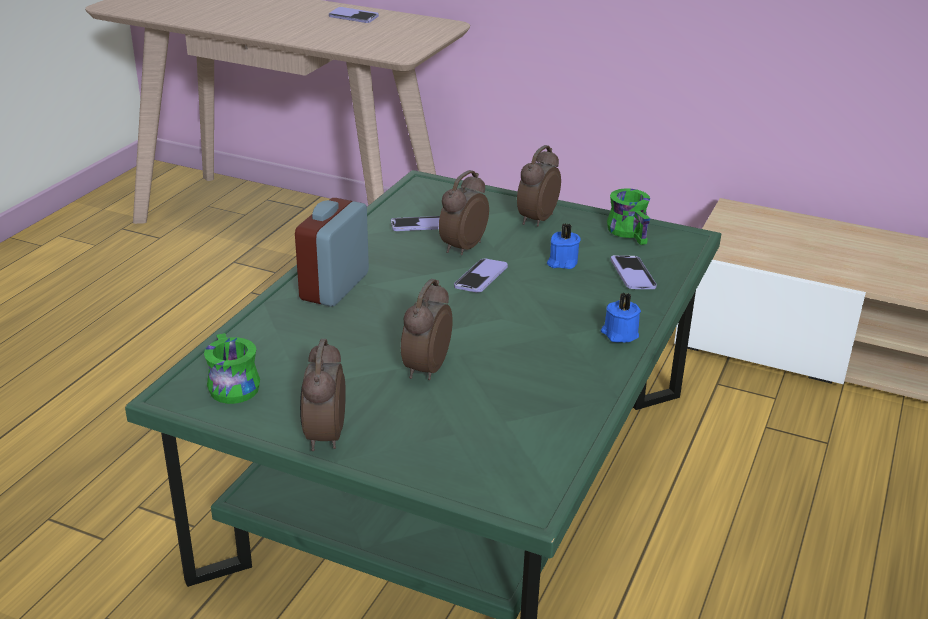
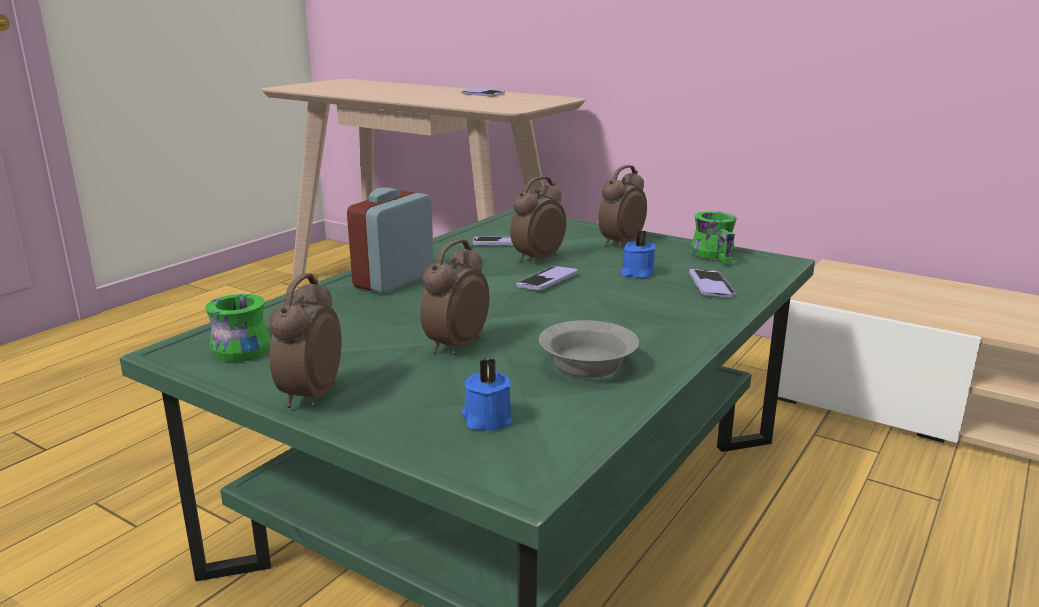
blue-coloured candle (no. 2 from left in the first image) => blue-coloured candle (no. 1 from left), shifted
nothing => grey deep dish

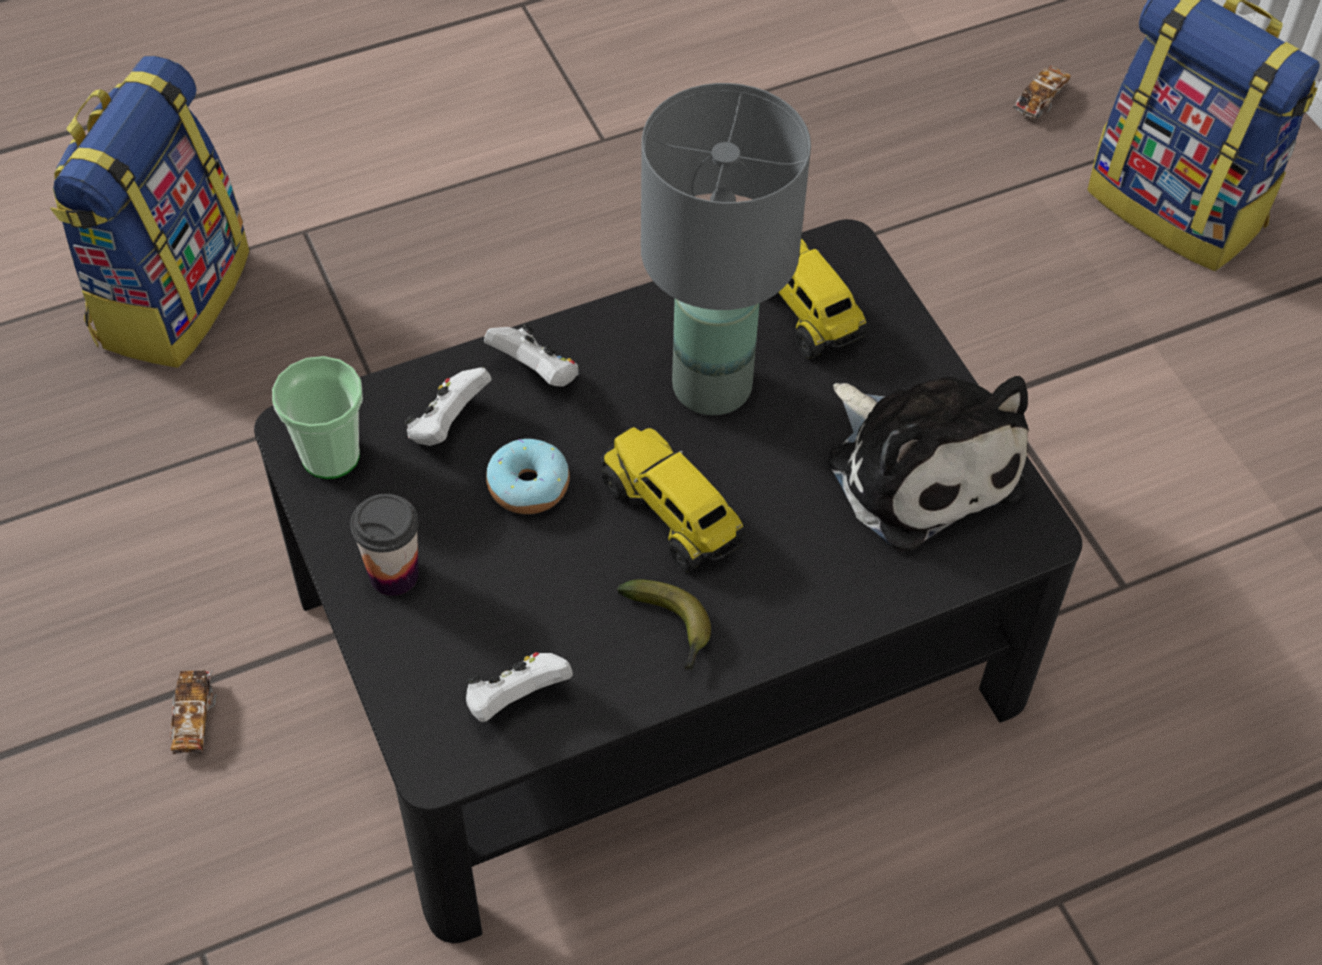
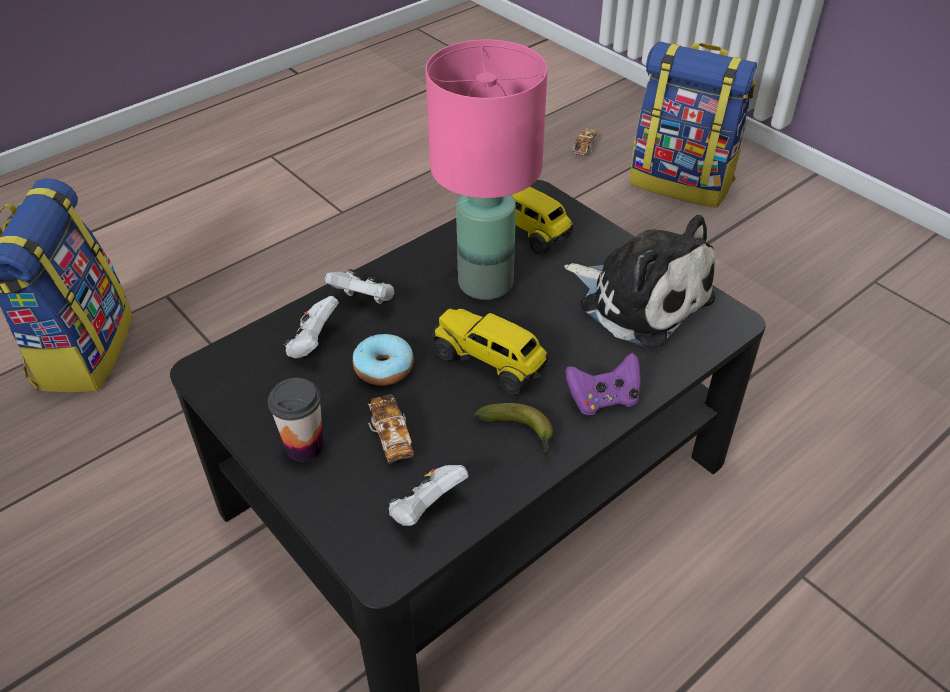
miniature car (no. 1 from left), shifted
grey table lamp => pinkish table lamp
nothing => purple game controller
cup (no. 1 from left) => nothing

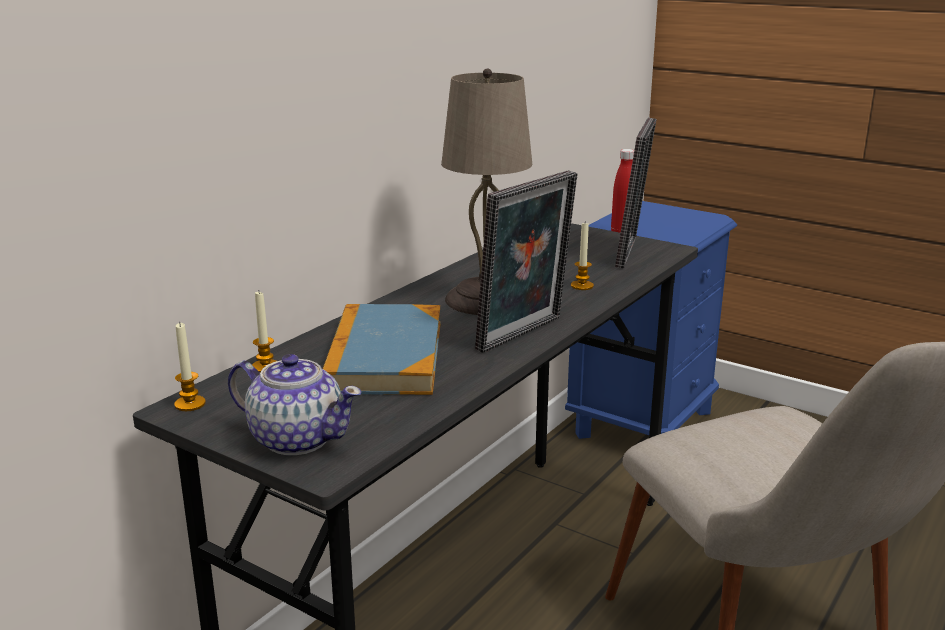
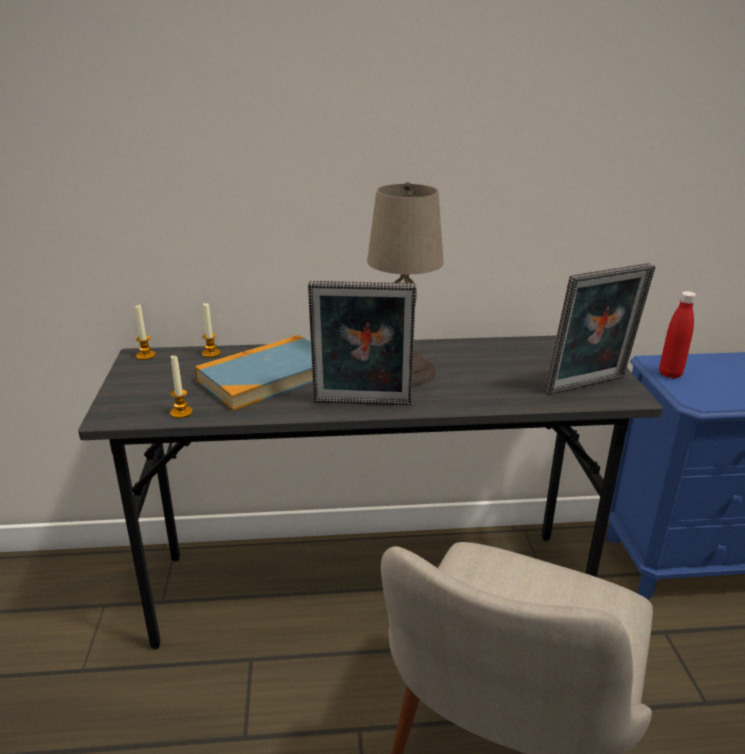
candle (no. 3 from left in the first image) => candle (no. 2 from left), shifted
tea pot => nothing

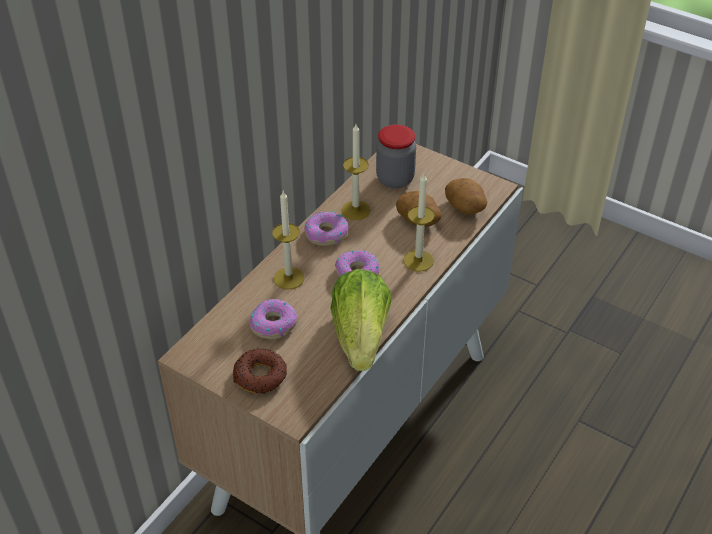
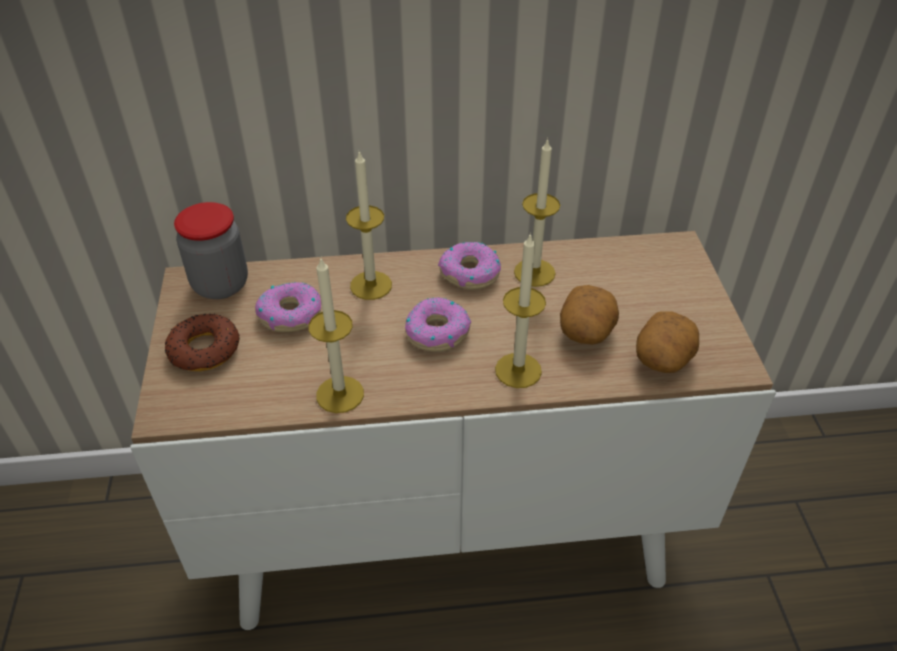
storage jar, shifted
lettuce head => candle (no. 1 from left)

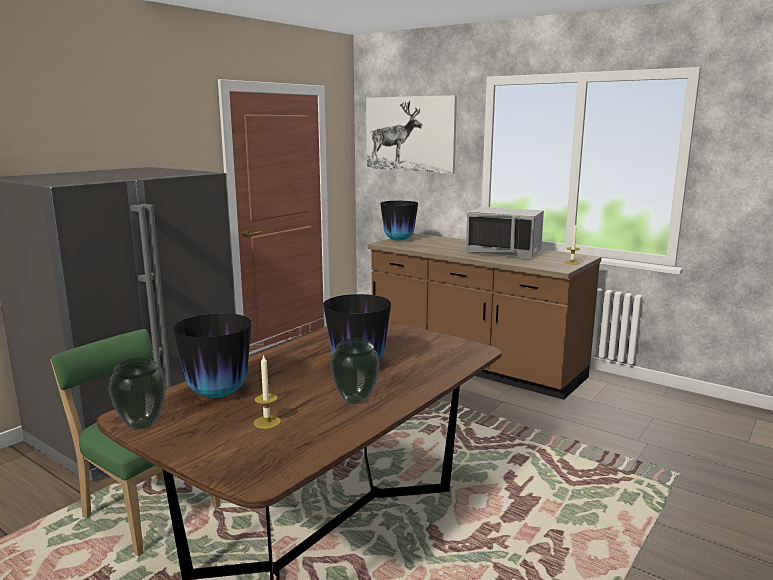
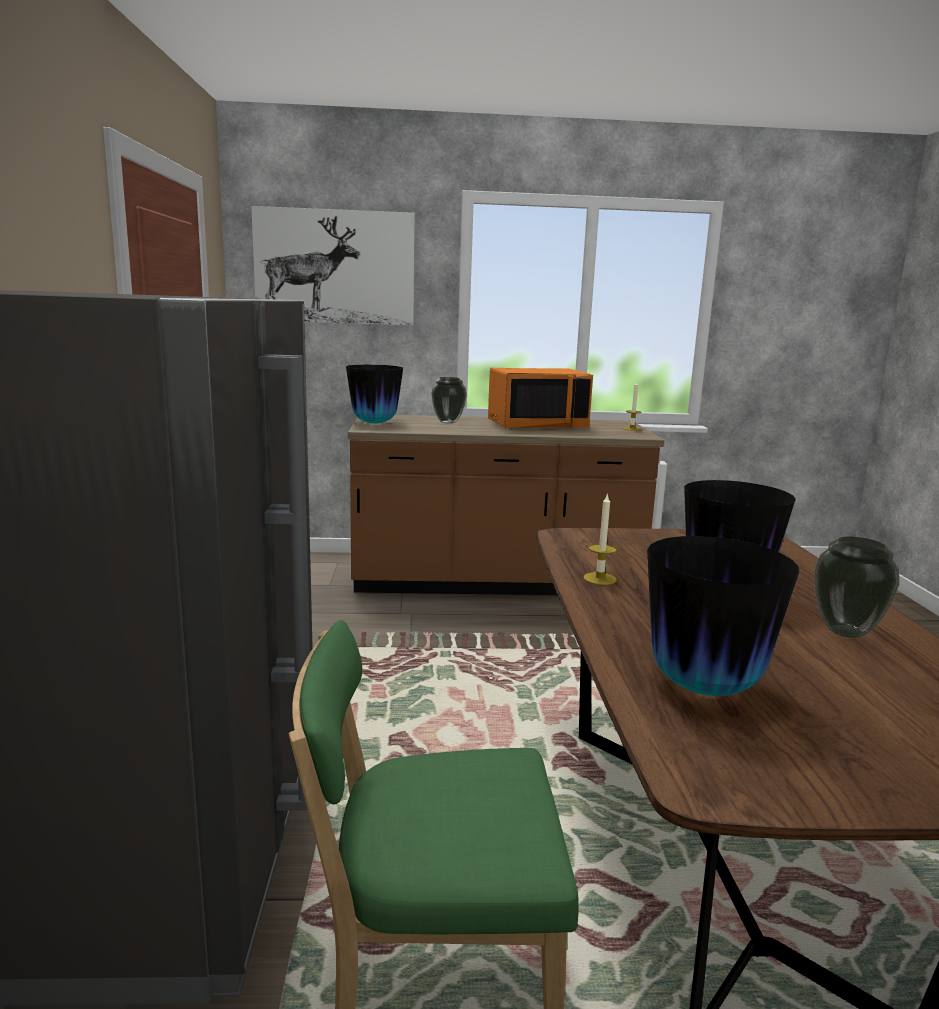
vase (no. 1 from left in the first image) => vase (no. 2 from left), shifted
grey microwave => orange microwave
candle (no. 1 from left), shifted

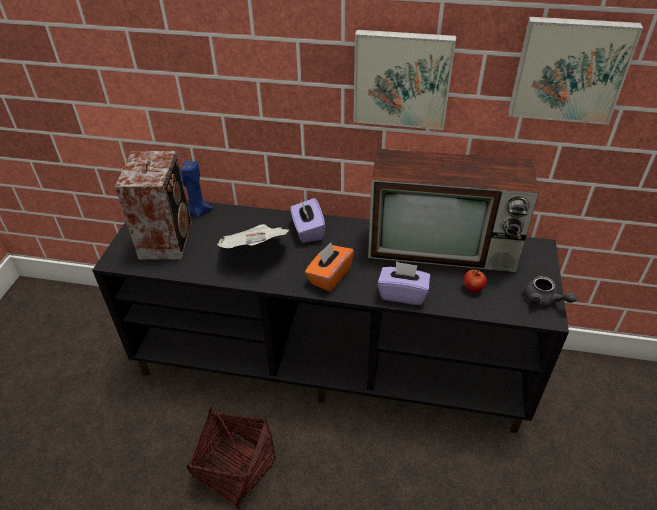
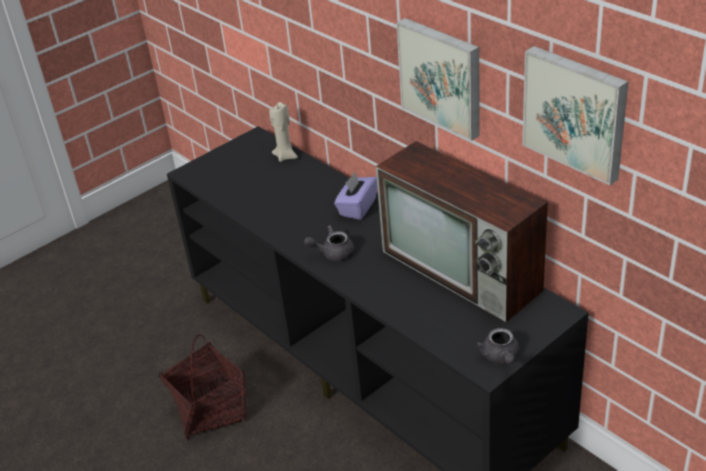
blue-coloured candle => sand-coloured candle
orange tissue holder => grey tea pot (no. 1 from left)
speaker => nothing
newspaper => nothing
purple tissue holder (no. 2 from left) => nothing
apple fruit => nothing

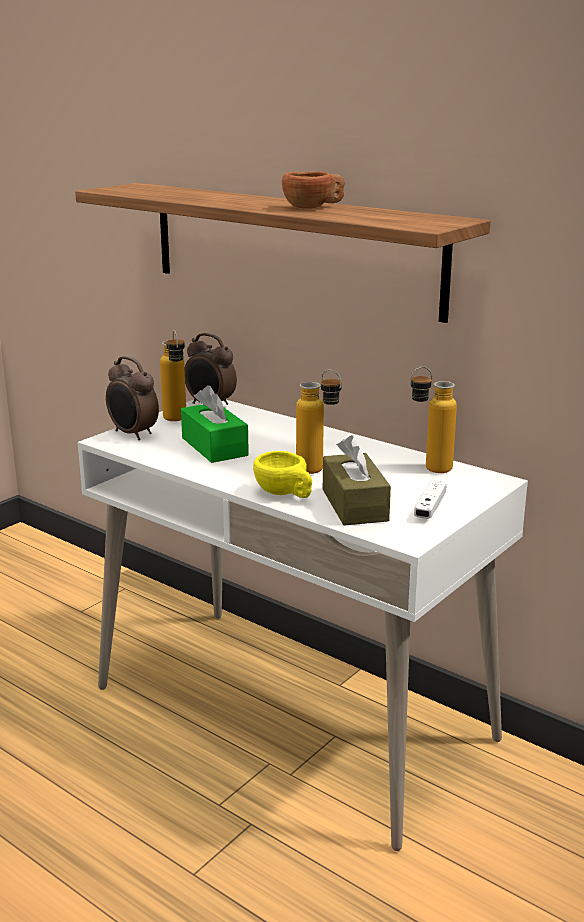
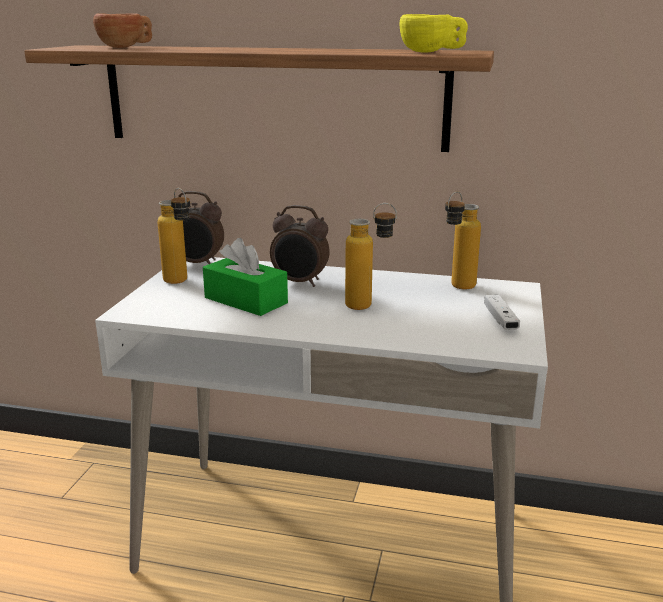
brown cup, shifted
table clock (no. 1 from left in the first image) => table clock (no. 2 from left), shifted
yellow cup, shifted
brown tissue holder => nothing

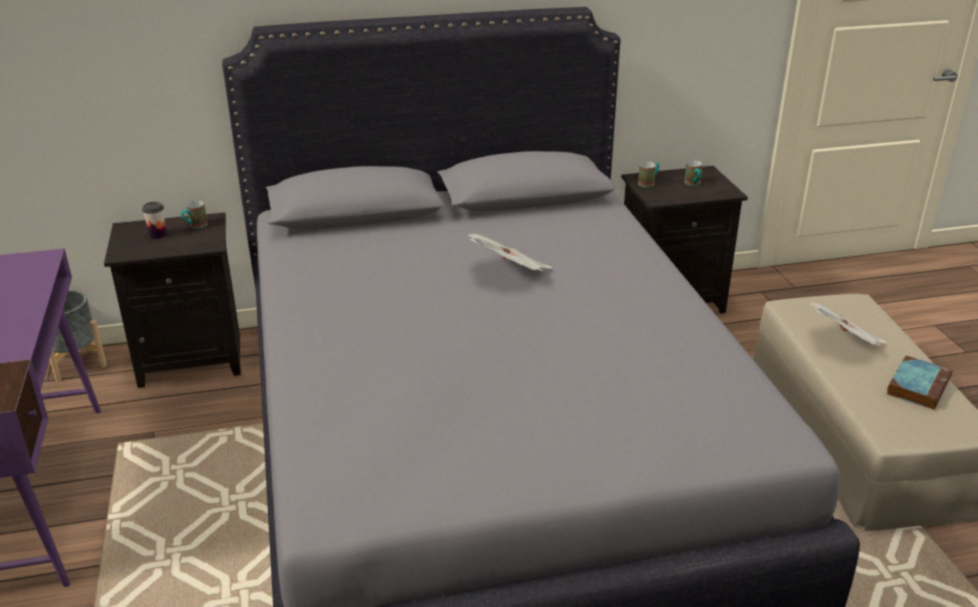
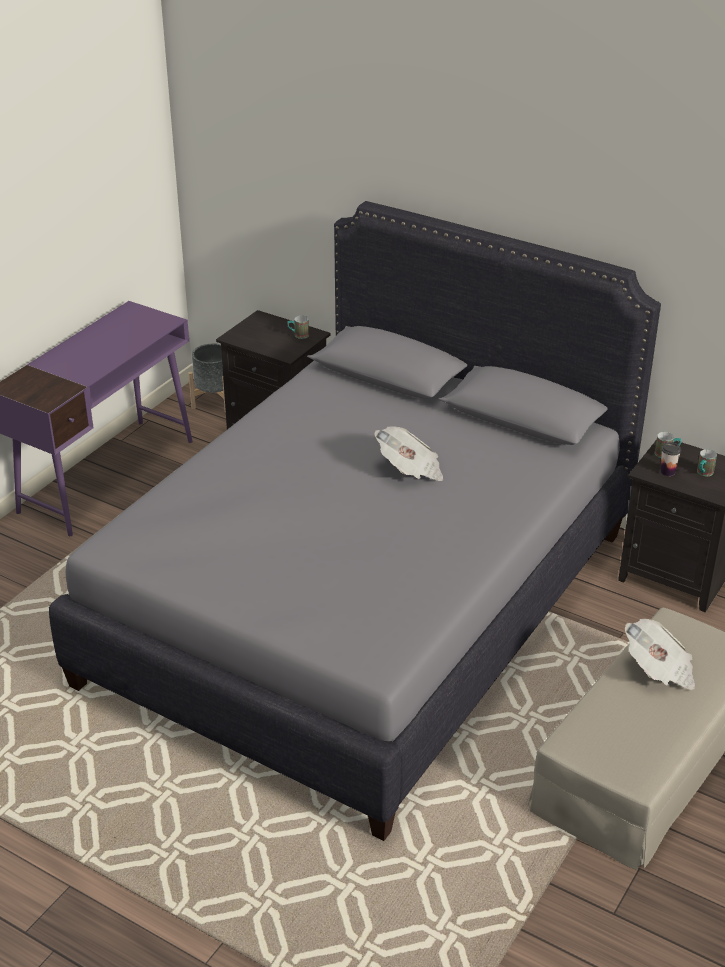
cup, shifted
book => nothing

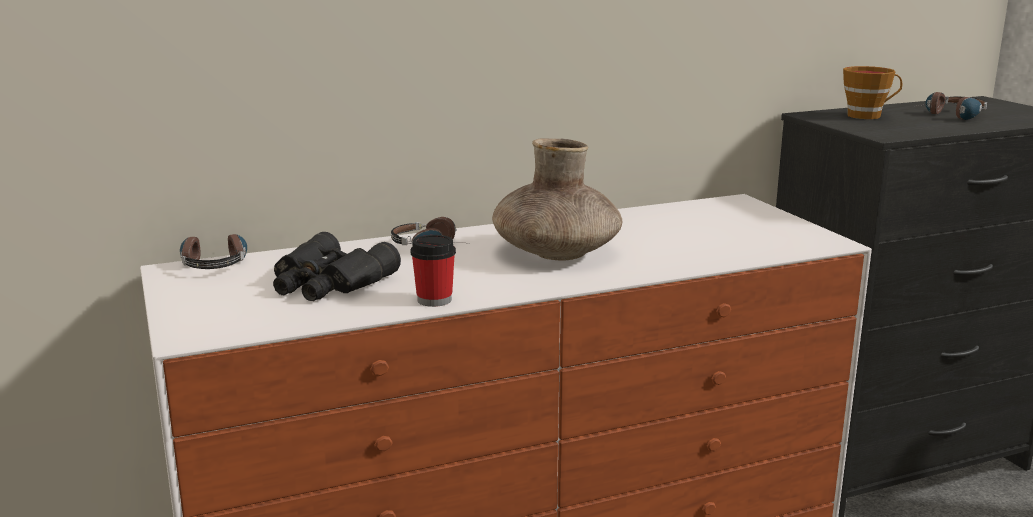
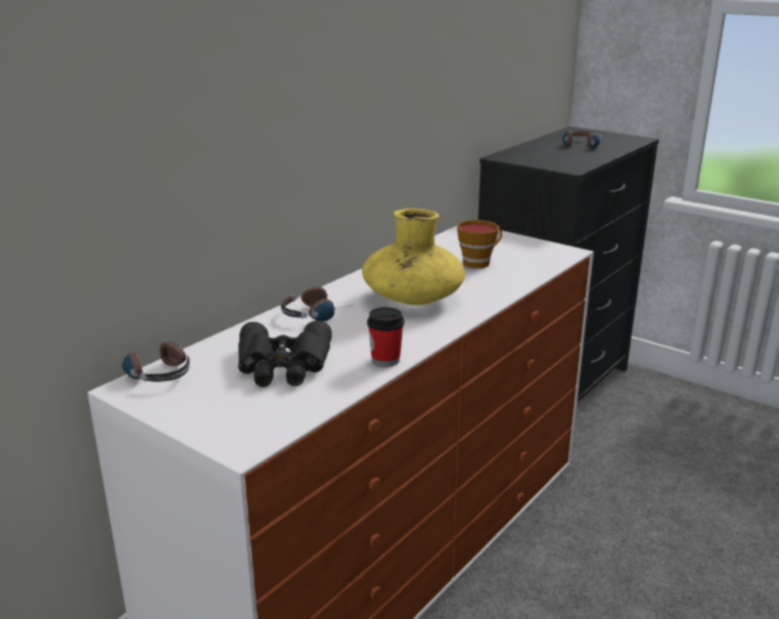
brown vase => yellow vase
cup (no. 2 from left), shifted

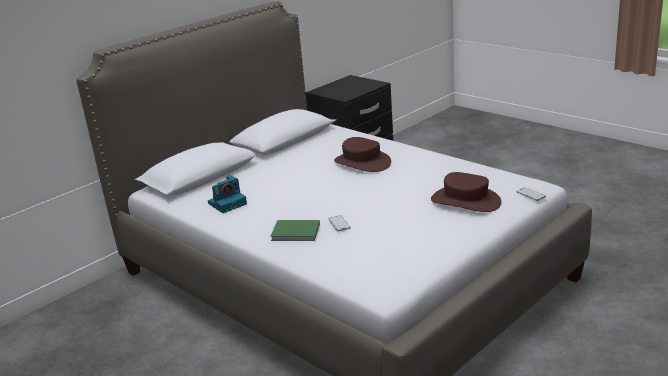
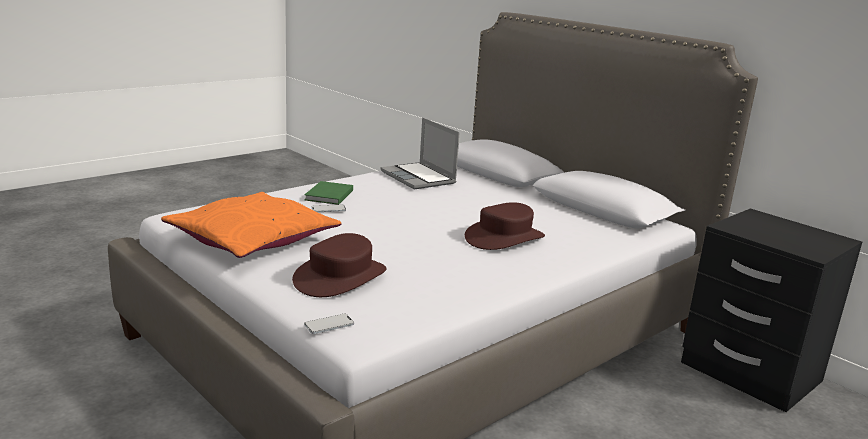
nothing => orange cushion
photo camera => portable computer

